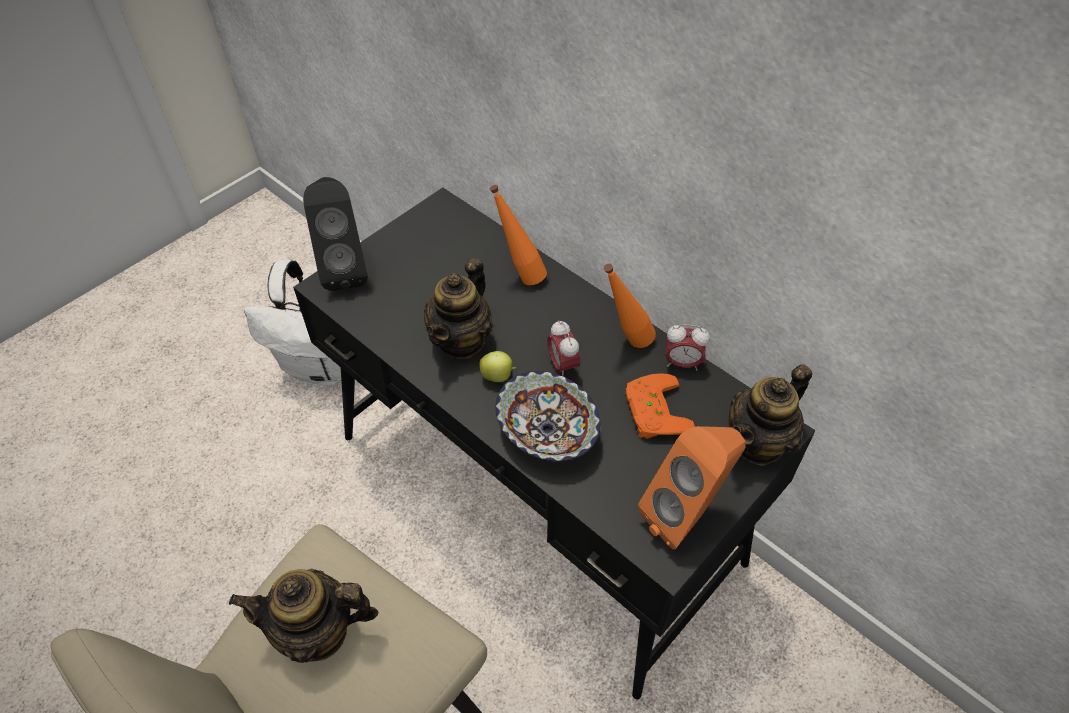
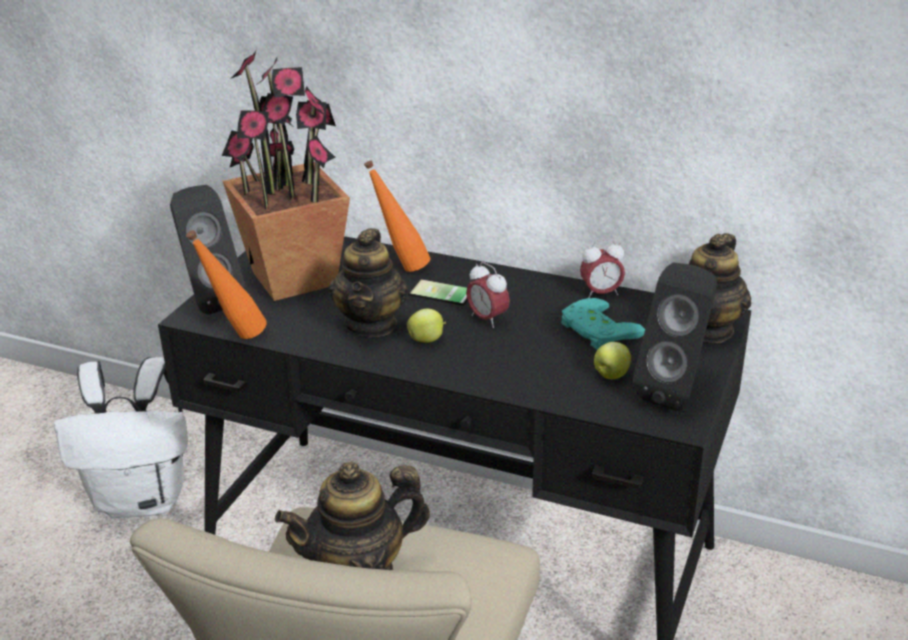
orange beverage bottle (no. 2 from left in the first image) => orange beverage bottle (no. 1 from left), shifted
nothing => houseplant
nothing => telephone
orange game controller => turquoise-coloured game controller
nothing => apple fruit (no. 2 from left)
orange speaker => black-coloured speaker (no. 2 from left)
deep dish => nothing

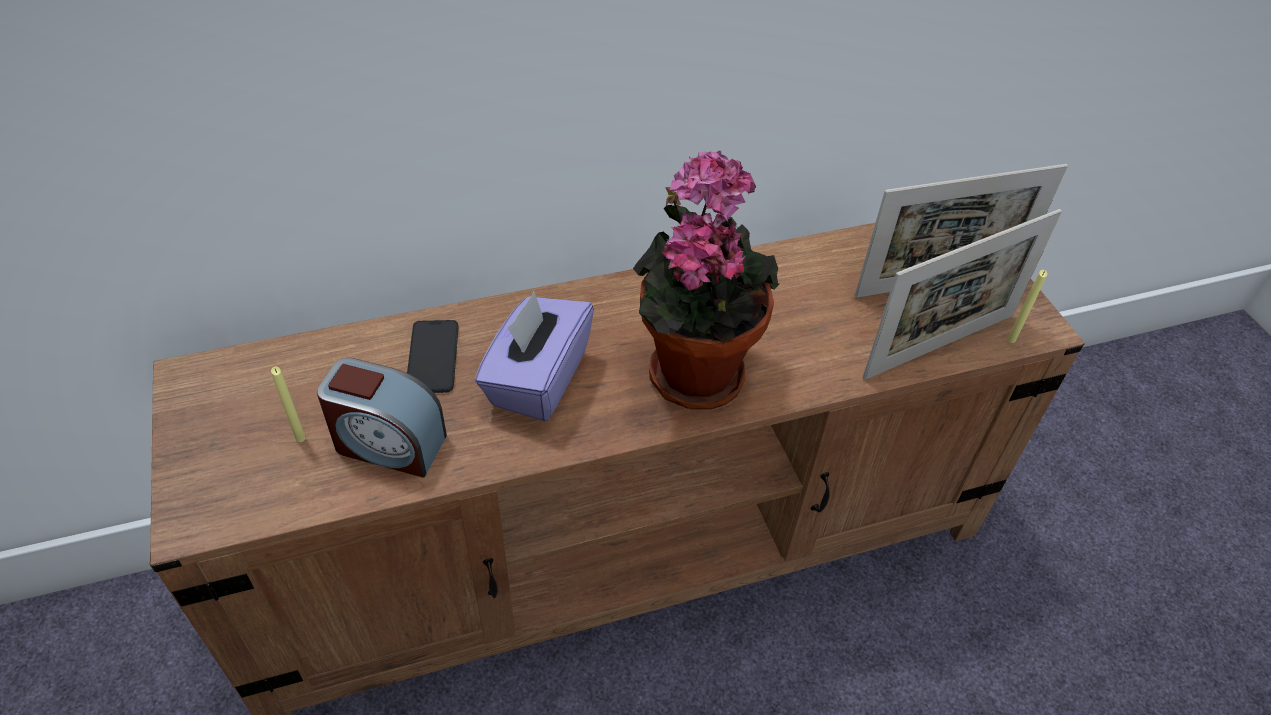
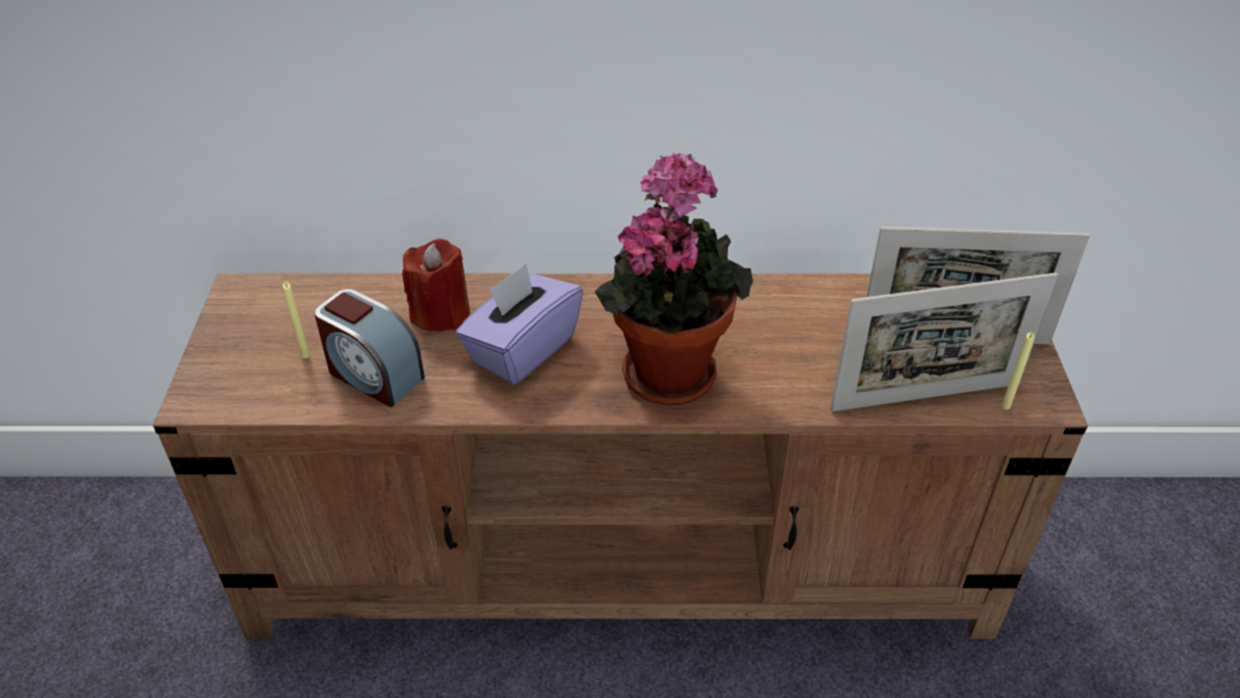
telephone => red candle

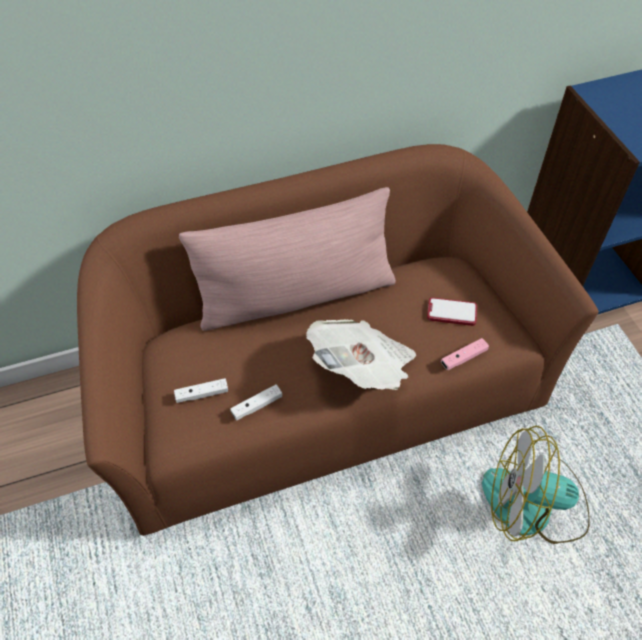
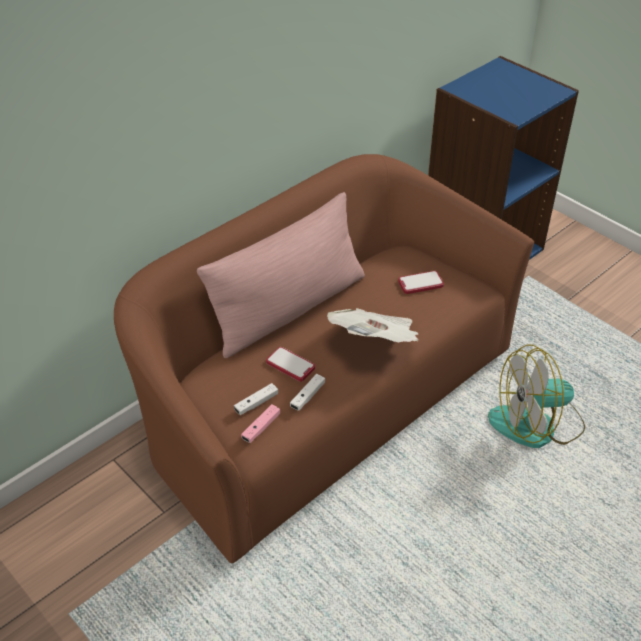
pinkish game controller, shifted
nothing => telephone (no. 1 from left)

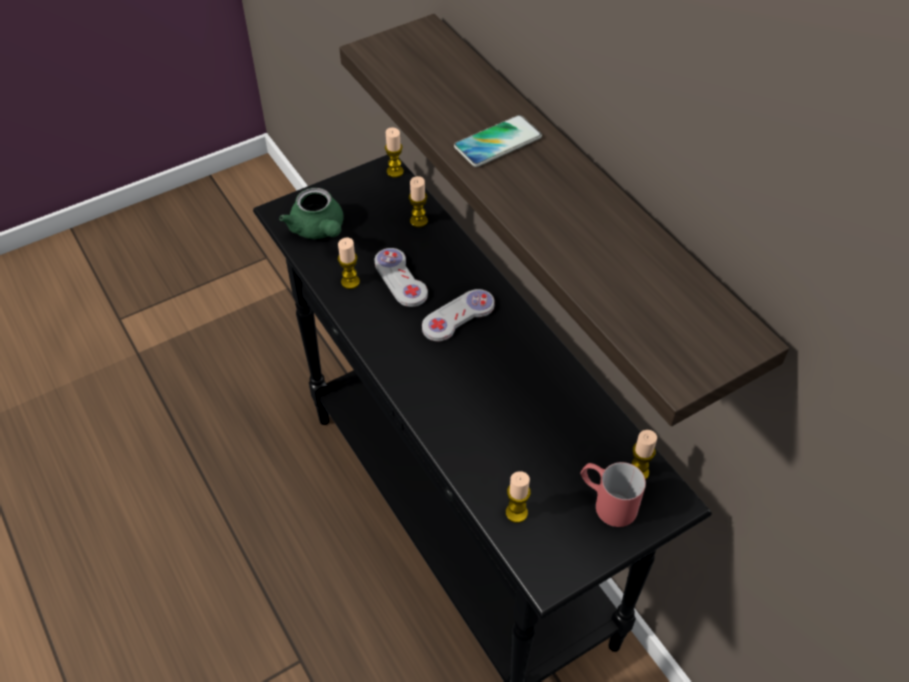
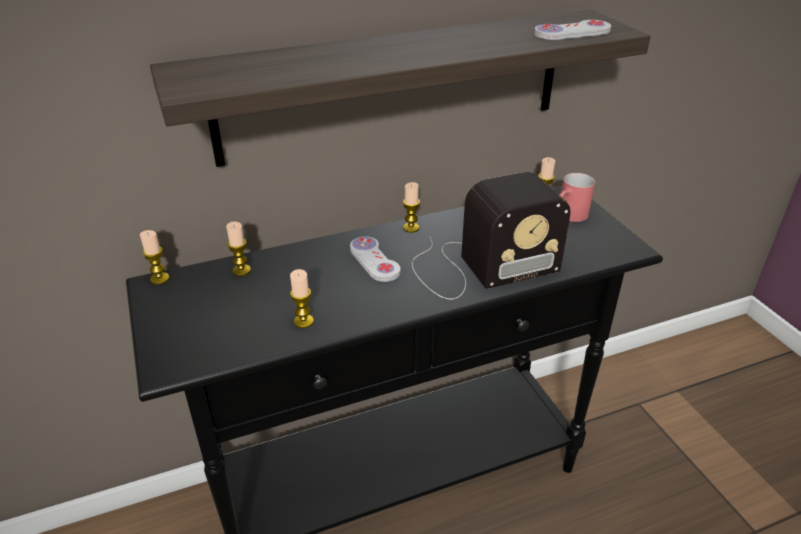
candle (no. 4 from left), shifted
nothing => radio receiver
white-coloured game controller (no. 1 from left in the first image) => white-coloured game controller (no. 2 from left), shifted
greenish tea pot => nothing
telephone => nothing

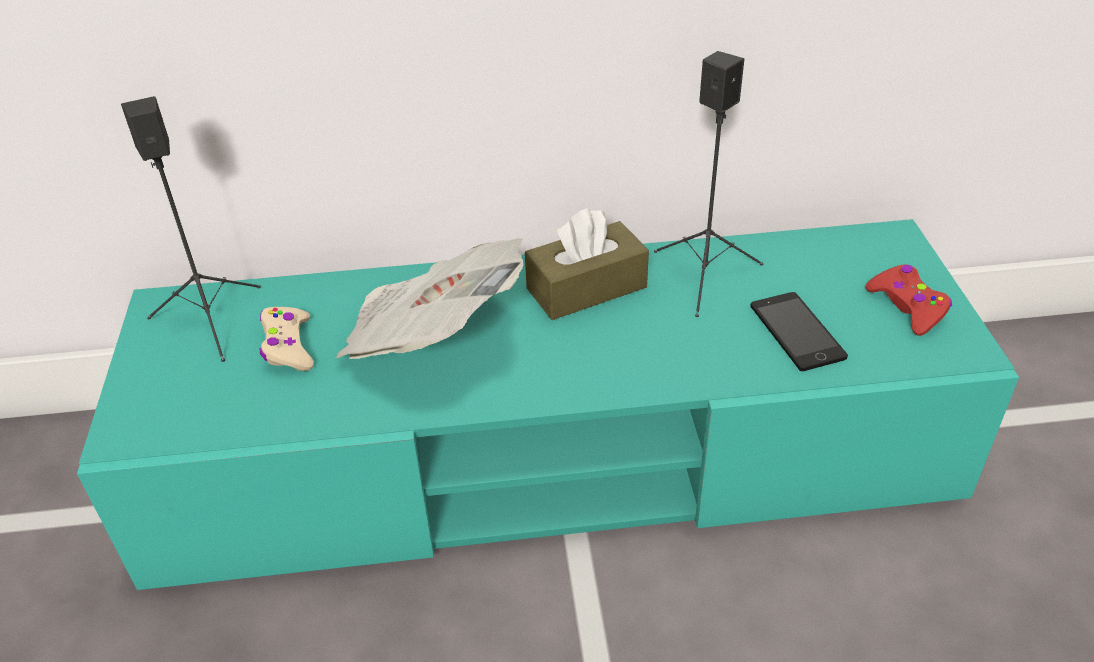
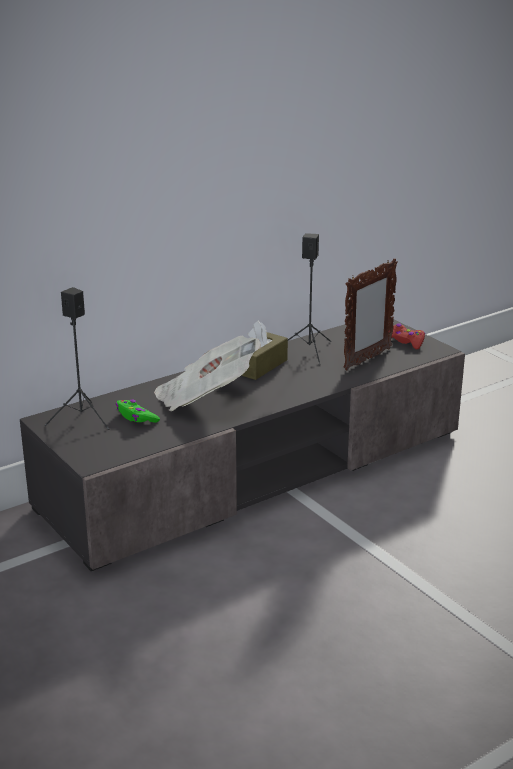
turquoise-coloured tv unit => grey tv unit
sand-coloured game controller => greenish game controller
telephone => standing frame

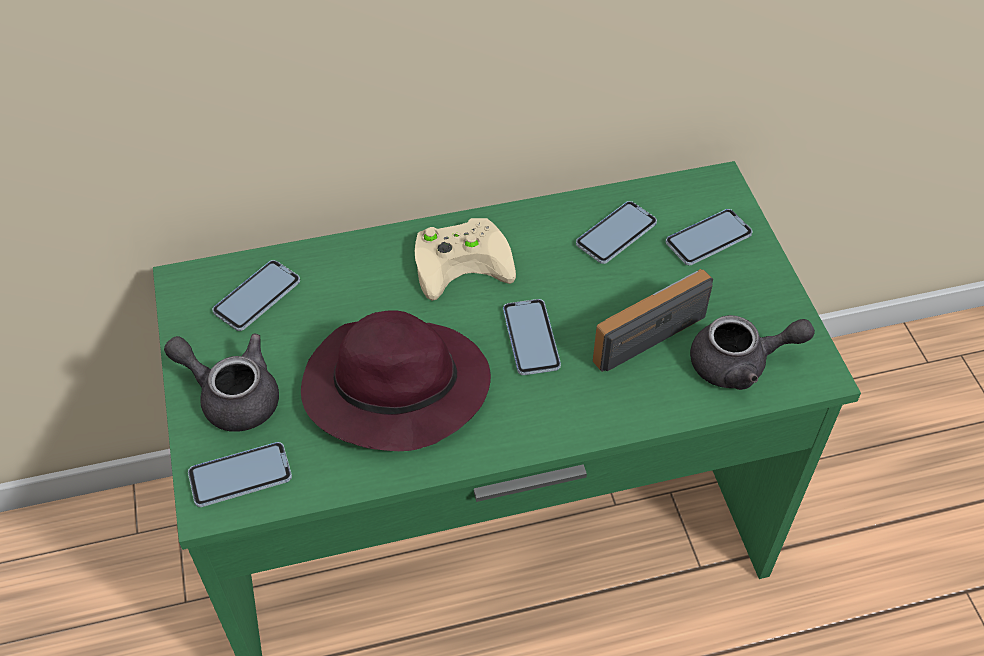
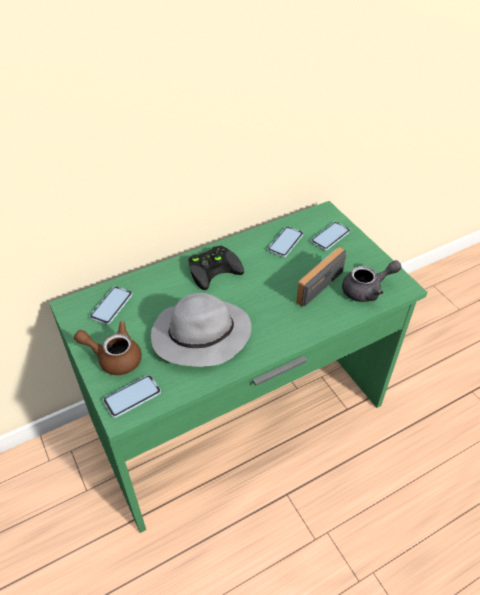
grey tea pot (no. 1 from left) => brown tea pot
purple wearable hat => grey wearable hat
sand-coloured game controller => black-coloured game controller
telephone (no. 3 from left) => nothing

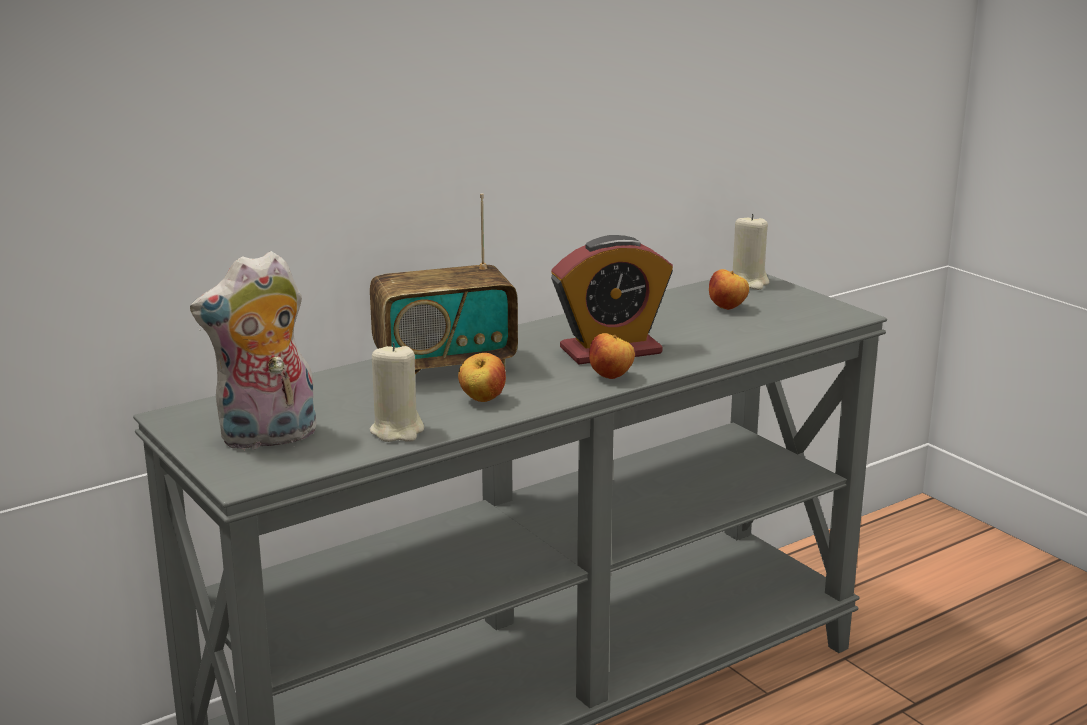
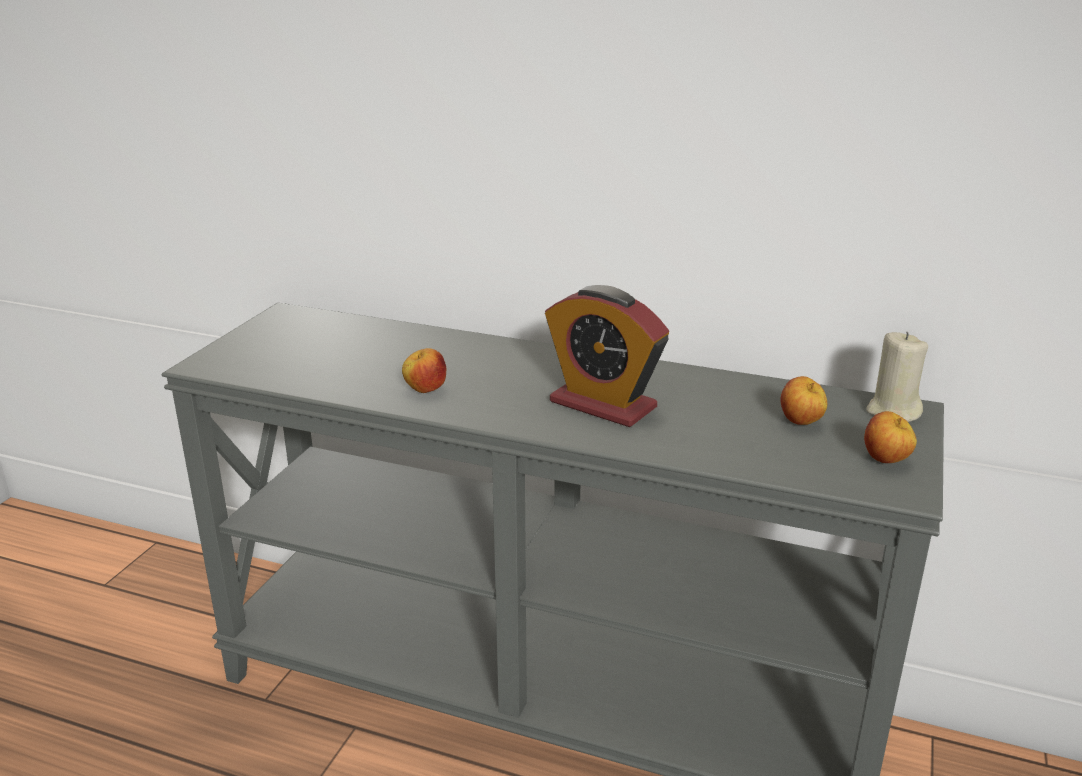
apple fruit (no. 2 from left in the first image) => apple fruit (no. 3 from left), shifted
plush toy => nothing
radio receiver => nothing
sand-coloured candle (no. 1 from left) => nothing

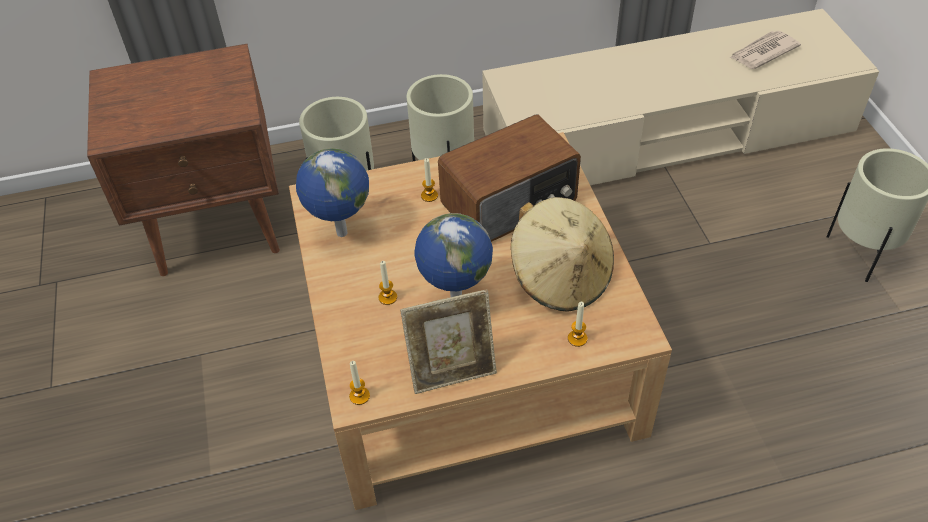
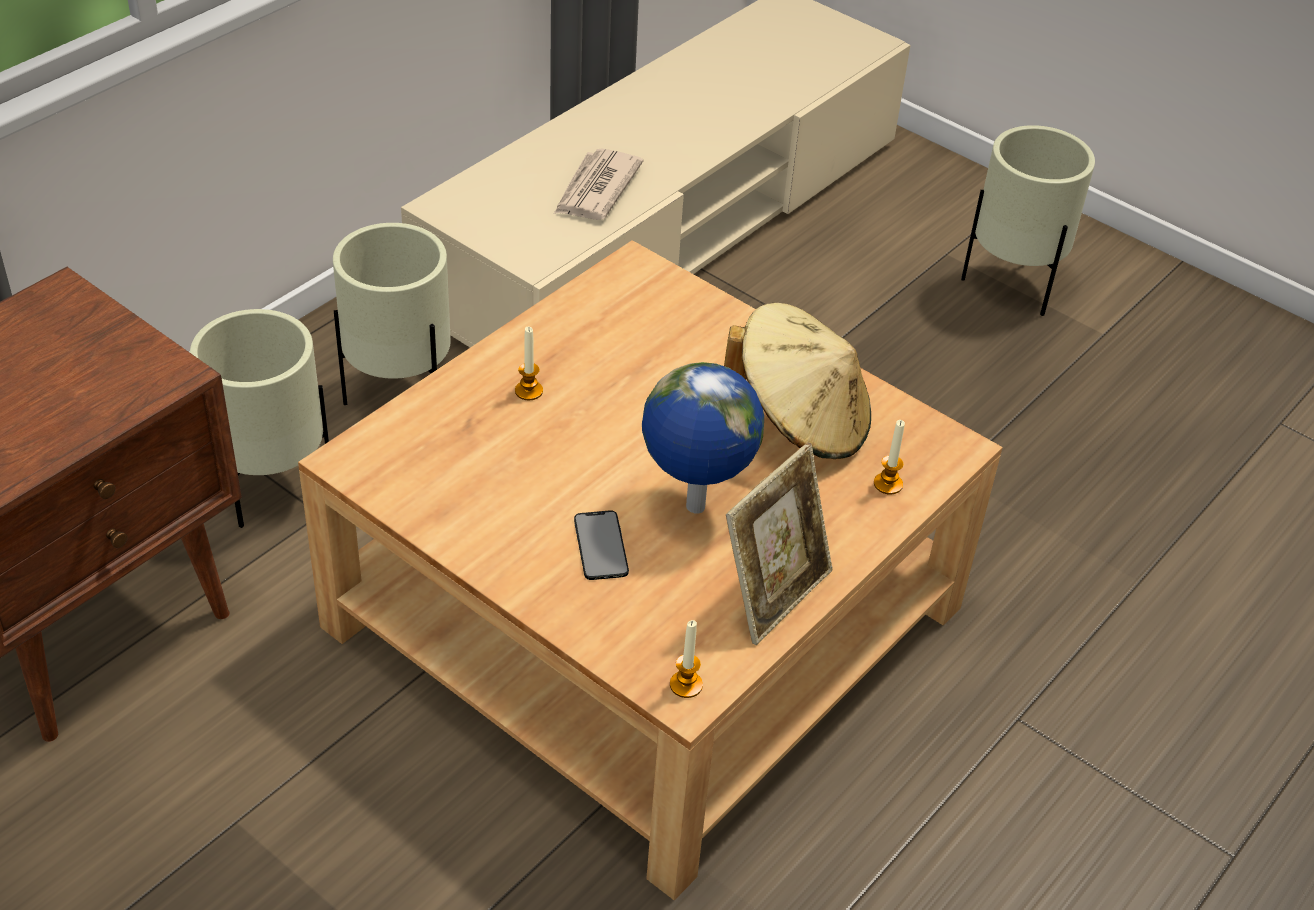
newspaper, shifted
candle (no. 2 from left) => telephone
desk globe (no. 1 from left) => nothing
radio receiver => nothing

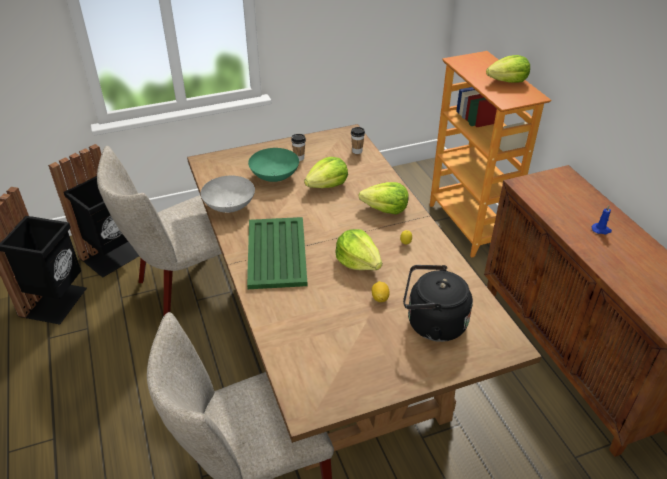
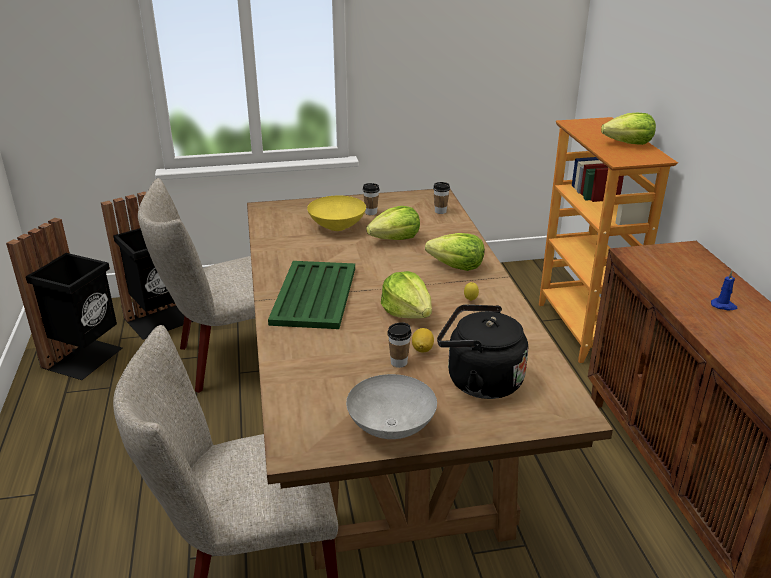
greenish deep dish => yellow deep dish
grey deep dish, shifted
nothing => cup (no. 2 from left)

